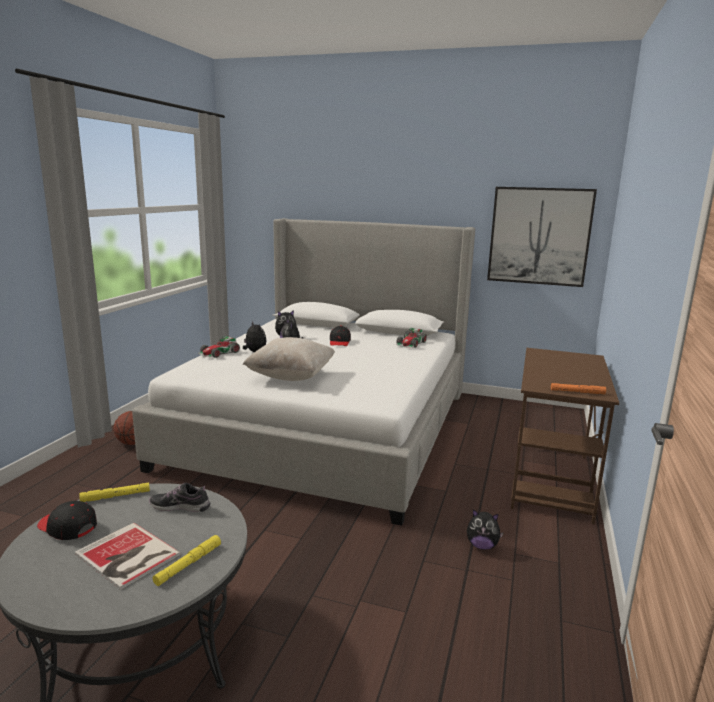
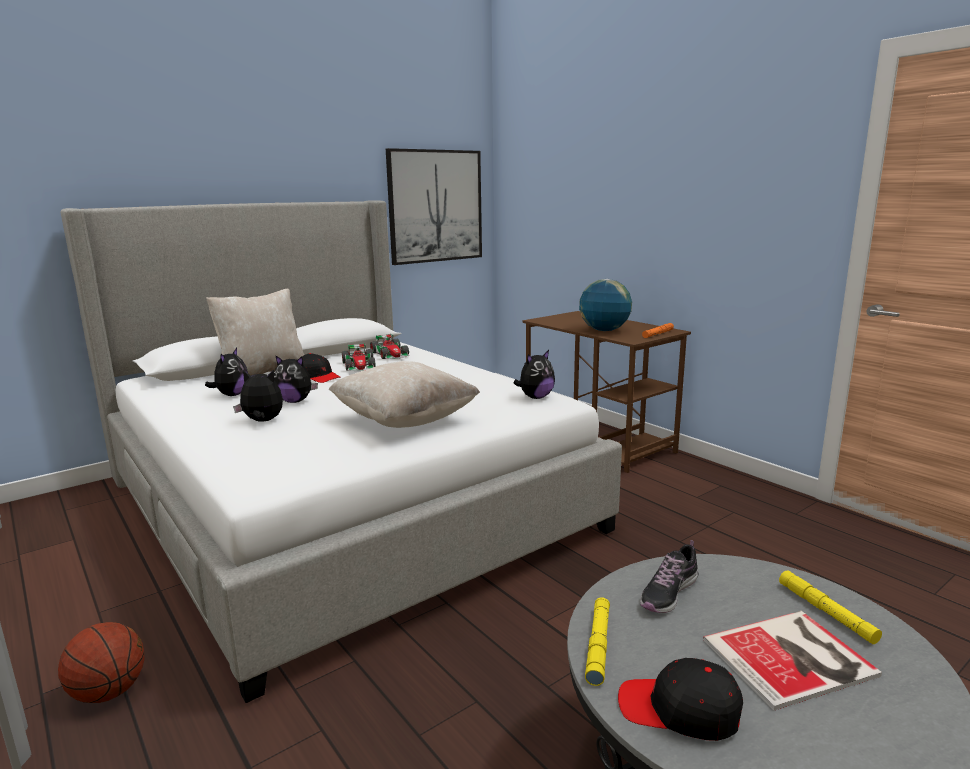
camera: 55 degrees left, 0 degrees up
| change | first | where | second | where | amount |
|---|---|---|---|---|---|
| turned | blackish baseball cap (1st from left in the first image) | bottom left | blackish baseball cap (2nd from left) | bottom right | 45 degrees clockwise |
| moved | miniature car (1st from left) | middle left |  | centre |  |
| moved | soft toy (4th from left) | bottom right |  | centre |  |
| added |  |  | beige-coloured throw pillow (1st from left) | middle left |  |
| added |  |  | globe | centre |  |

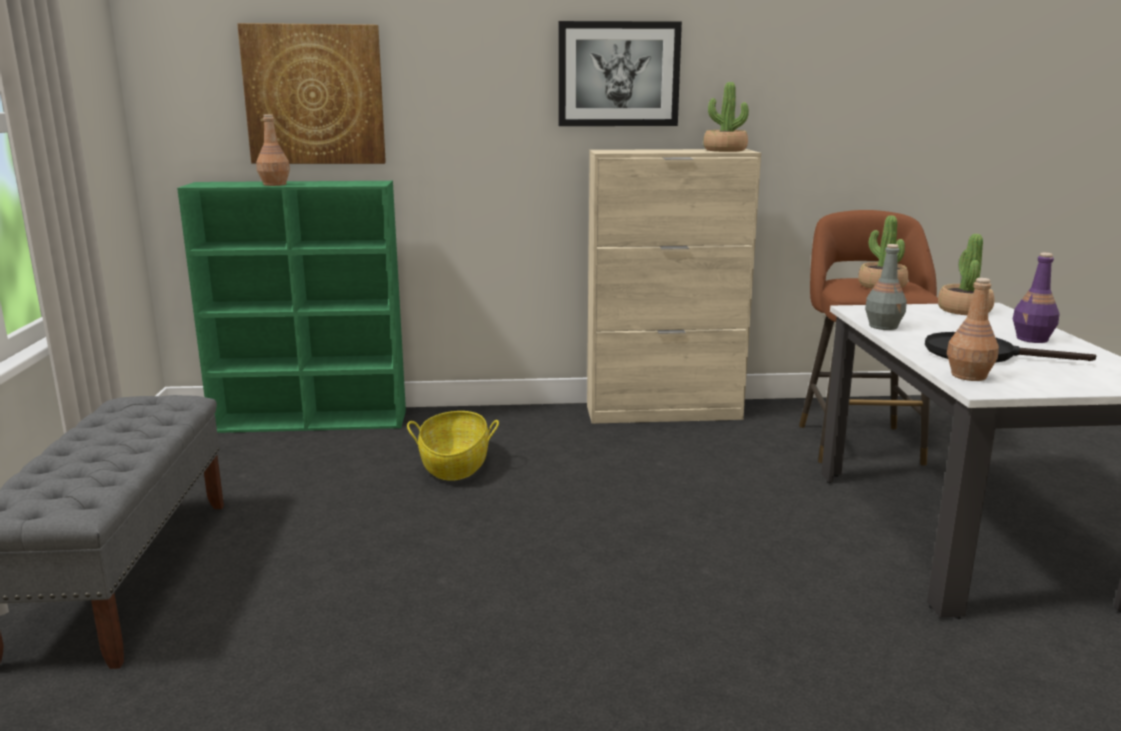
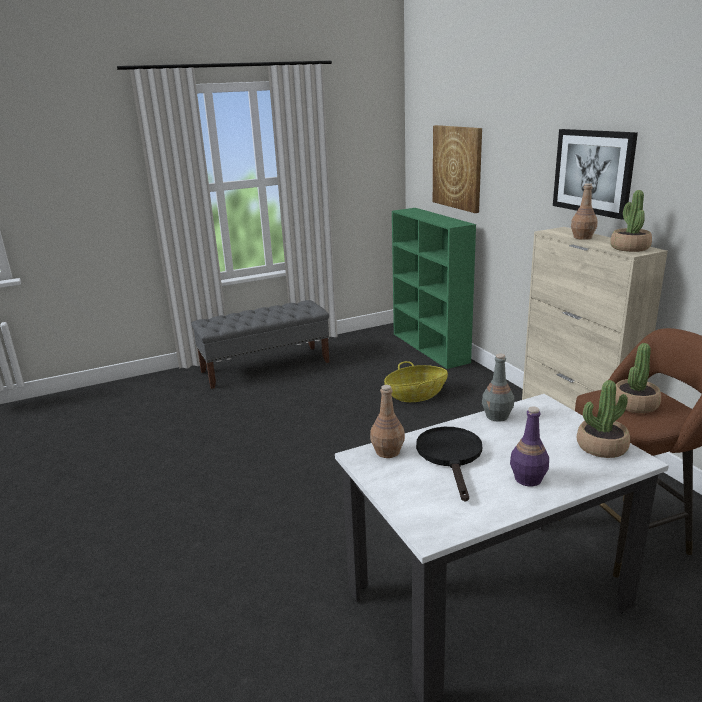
camera: 70 degrees right, 5 degrees up
| change | first | where | second | where | amount |
|---|---|---|---|---|---|
| moved | brown-coloured bottle (1st from left in the first image) | top left | brown-coloured bottle (2nd from left) | top right |  |

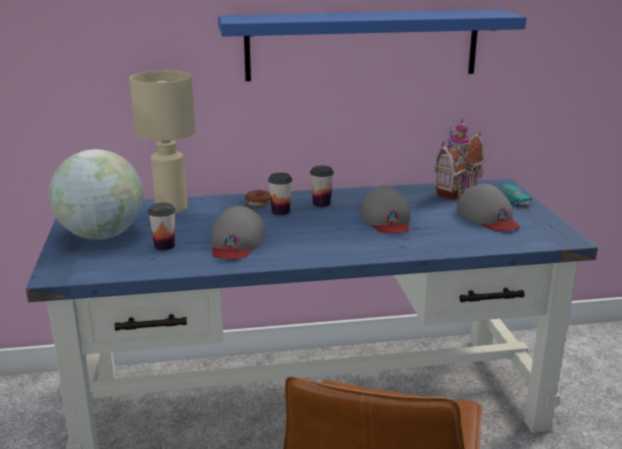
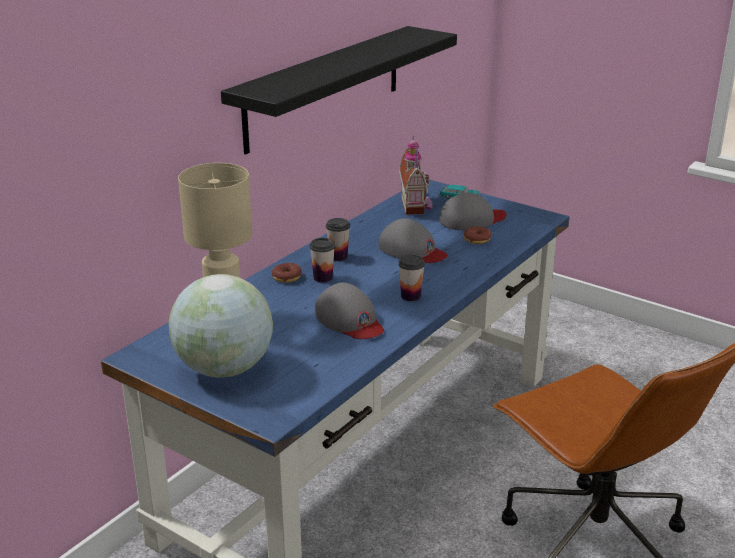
camera: 45 degrees left, 5 degrees up
| change | first | where | second | where | amount |
|---|---|---|---|---|---|
| moved | drinking cup (1st from left in the first image) | middle left | drinking cup (3rd from left) | centre |  |
| recoloured | bluish wall shelf | top centre | blackish wall shelf | top centre |  |
| turned | gray baseball cap (3rd from left) | middle right |  | centre | 45 degrees counterclockwise |
| added |  |  | doughnut (2nd from left) | centre |  |

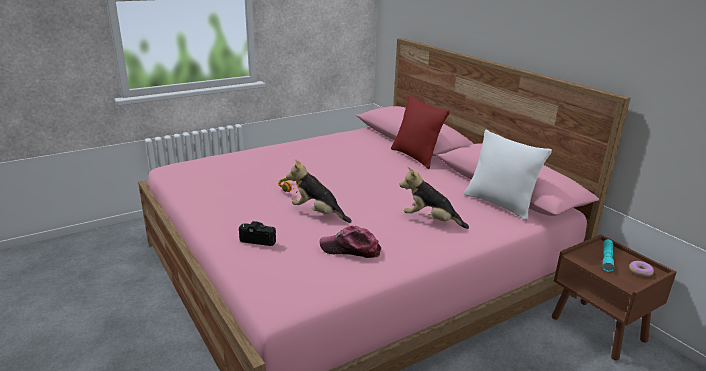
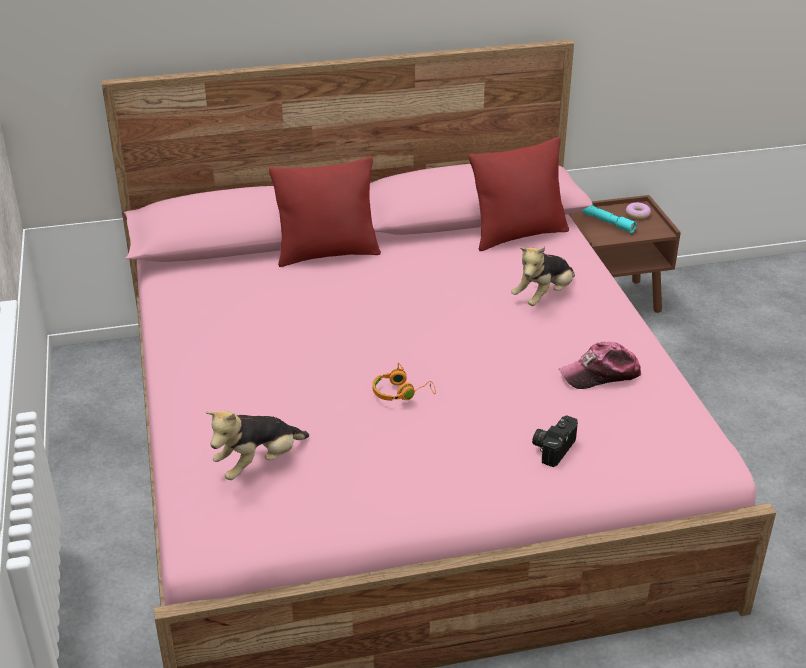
camera: 70 degrees left, 10 degrees up
| change | first | where | second | where | amount |
|---|---|---|---|---|---|
| moved | soft toy (1st from left) | centre |  | middle left |  |
| turned | baseball cap | centre |  | middle right | 45 degrees clockwise |
| recoloured | white throw pillow | middle right | red-coloured throw pillow (2nd from left) | top centre |  |

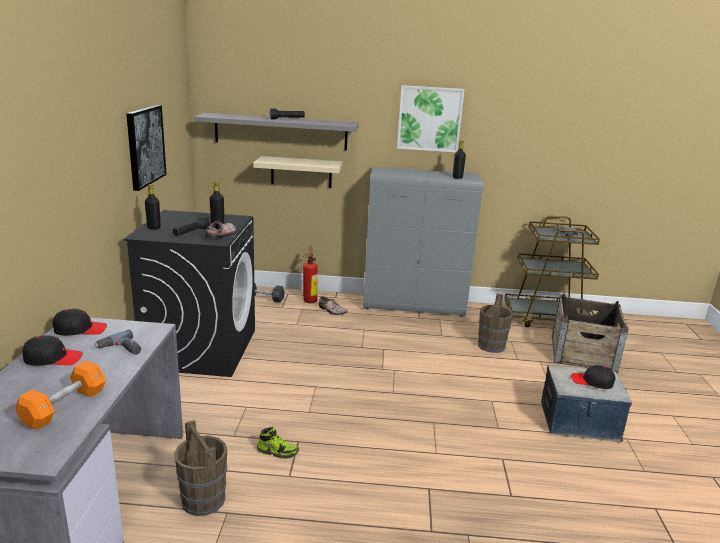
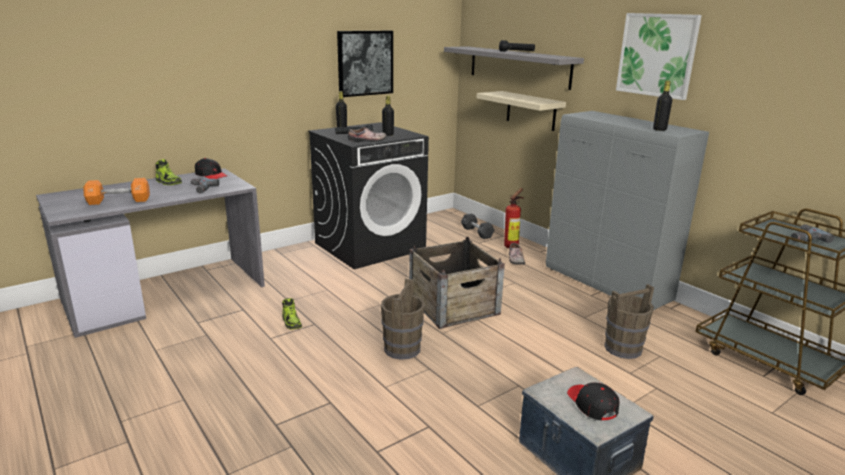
camera: 50 degrees right, 0 degrees up
| change | first | where | second | where | amount |
|---|---|---|---|---|---|
| replaced | blackish baseball cap (1st from left) | middle left | item of footwear (1st from left) | middle left |  |
| moved | brown-coloured water bucket (1st from left) | bottom left |  | bottom centre |  |
| moved | shipping crate | middle right |  | centre |  |

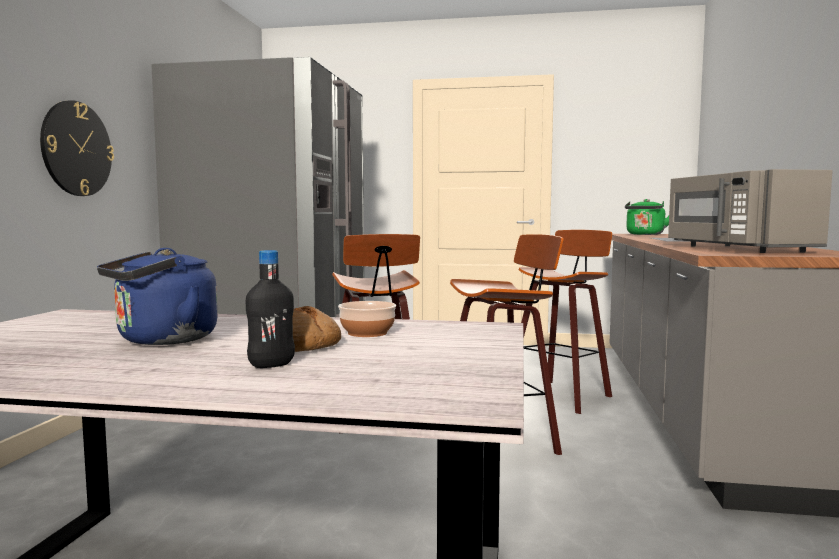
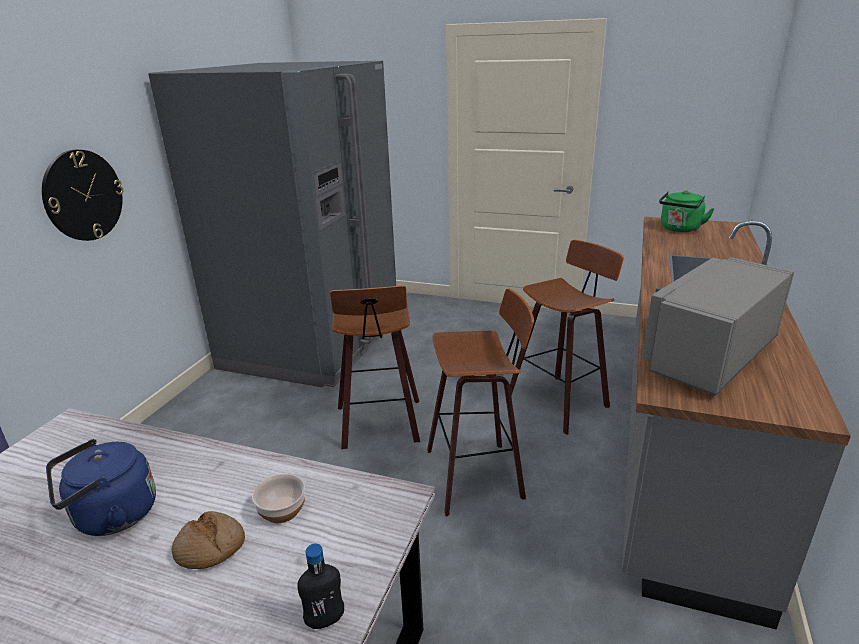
camera: 10 degrees right, 20 degrees up
| change | first | where | second | where | amount |
|---|---|---|---|---|---|
| moved | blackish bottle | middle left |  | bottom centre |  |
| turned | gray kitchen microwave | middle right |  | middle right | 45 degrees clockwise |

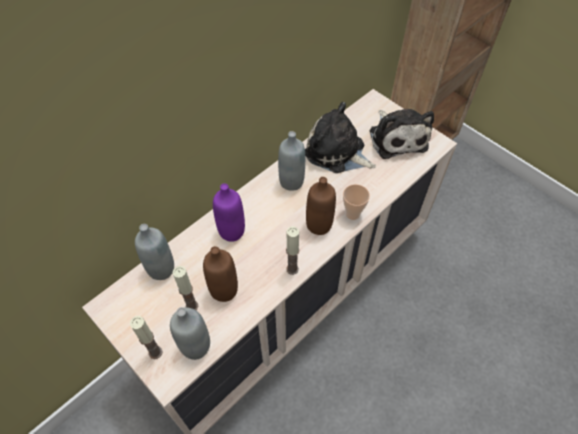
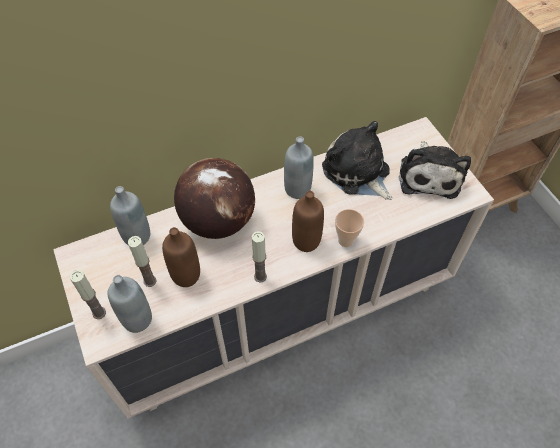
camera: 20 degrees right, 0 degrees up
| change | first | where | second | where | amount |
|---|---|---|---|---|---|
| replaced | purple bottle | centre | globe | centre |  |

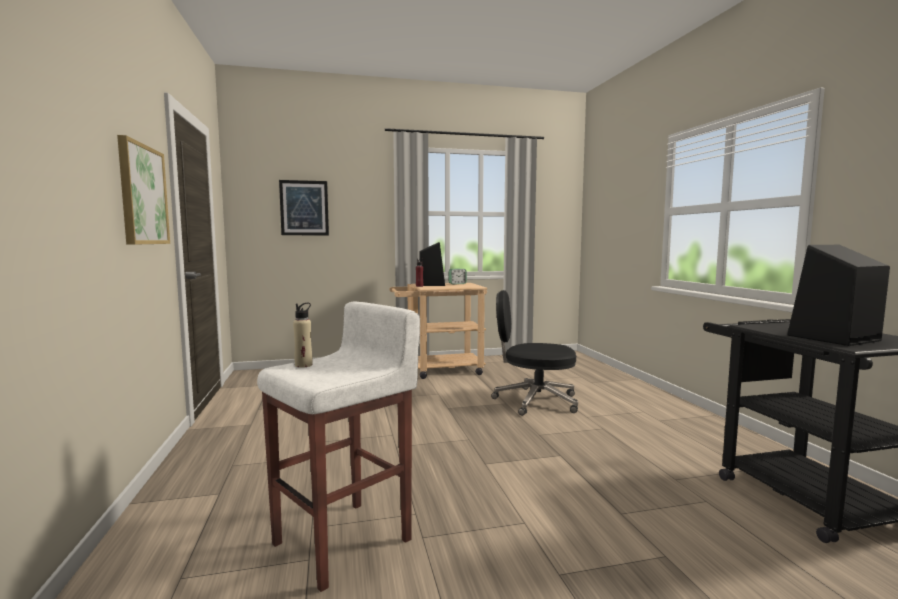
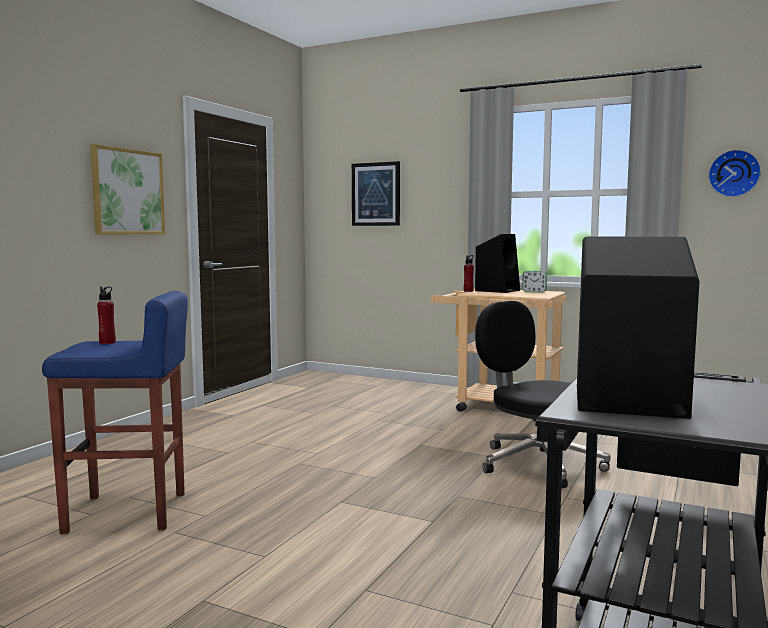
camera: 40 degrees right, 0 degrees up
| change | first | where | second | where | amount |
|---|---|---|---|---|---|
| recoloured | white sitting stool | bottom centre | bluish sitting stool | middle left |  |
| recoloured | beige-coloured bottle | centre | red-coloured bottle (1st from left) | middle left |  |
| added |  |  | clock on the wall | top right |  |

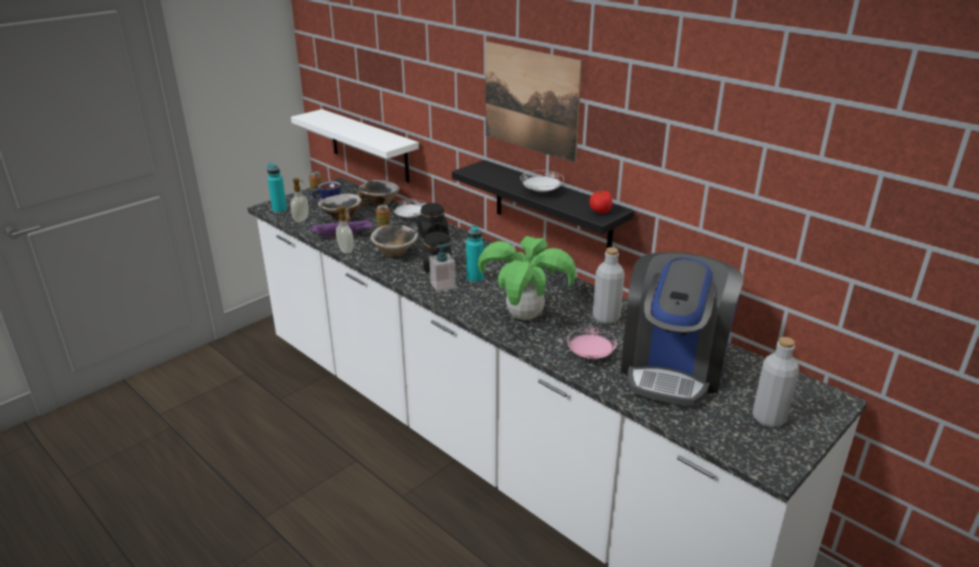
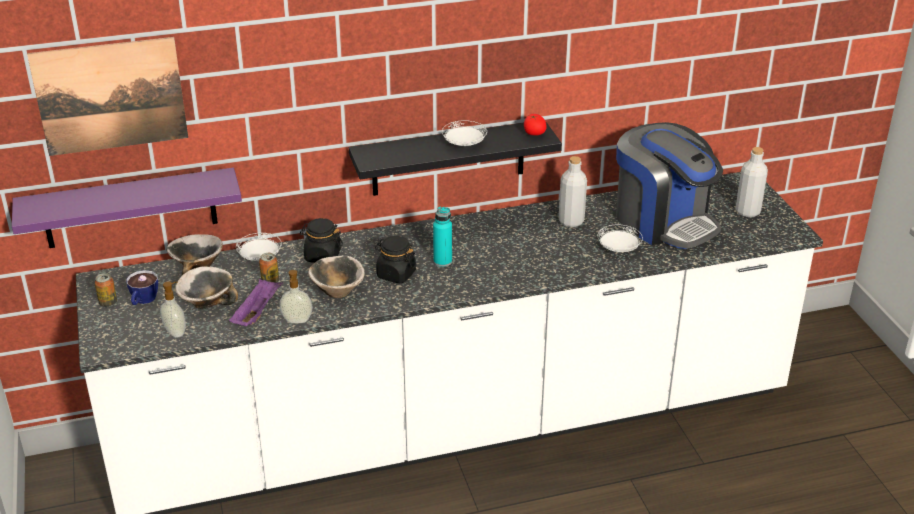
camera: 60 degrees left, 5 degrees up
| change | first | where | second | where | amount |
|---|---|---|---|---|---|
| removed | blue-green bottle (1st from left) | top left |  |  |  |
| recoloured | white wall shelf | top centre | purple wall shelf | middle left |  |
| removed | soap bottle (3rd from left) | centre |  |  |  |
| removed | potted plant | centre |  |  |  |
| moved | wall picture | top centre |  | top left |  |
| recoloured | pinkish flat dish | centre | white flat dish (3rd from left) | middle right |  |

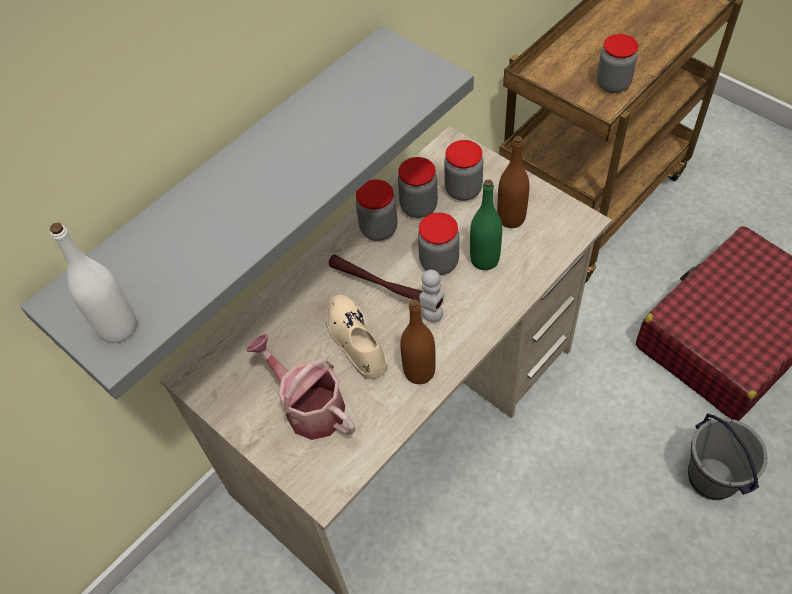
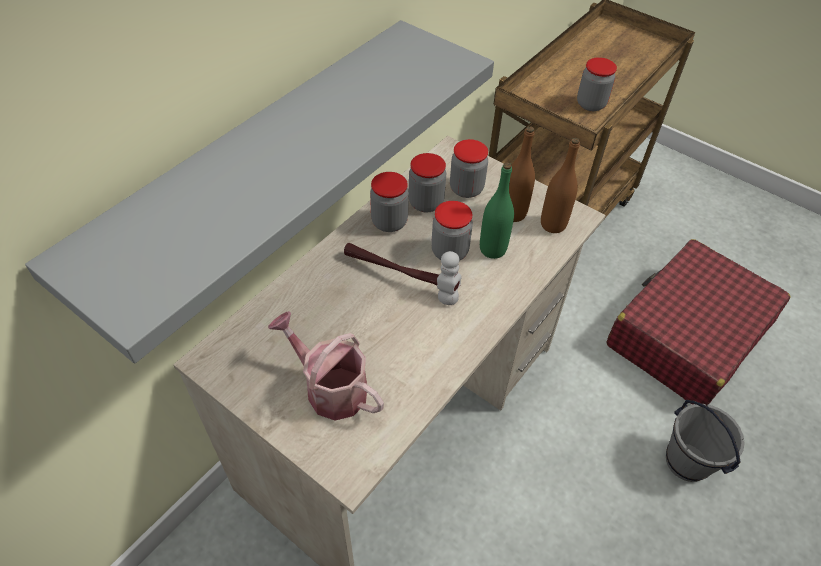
camera: 10 degrees left, 5 degrees down
| change | first | where | second | where | amount |
|---|---|---|---|---|---|
| removed | white bottle | middle left |  |  |  |
| removed | beige-coloured item of footwear | centre |  |  |  |
| moved | brown-coloured bottle (1st from left in the first image) | centre | brown-coloured bottle (2nd from left) | top right |  |

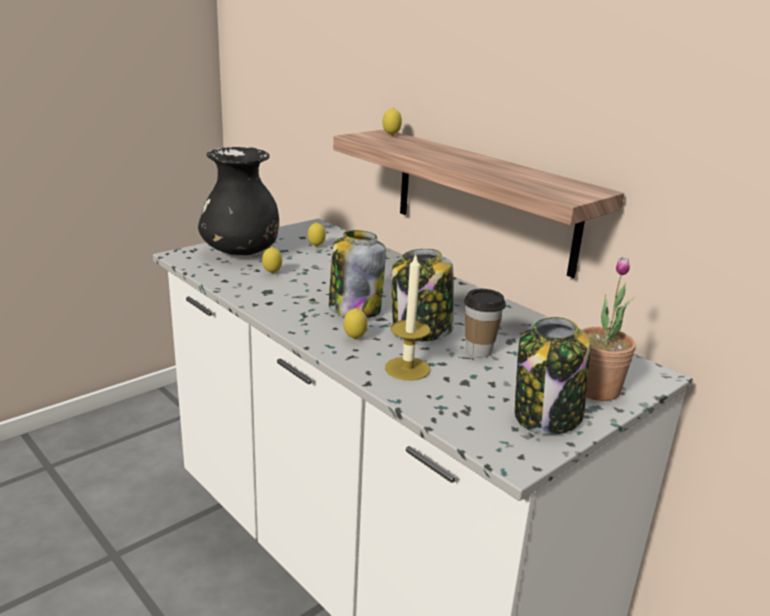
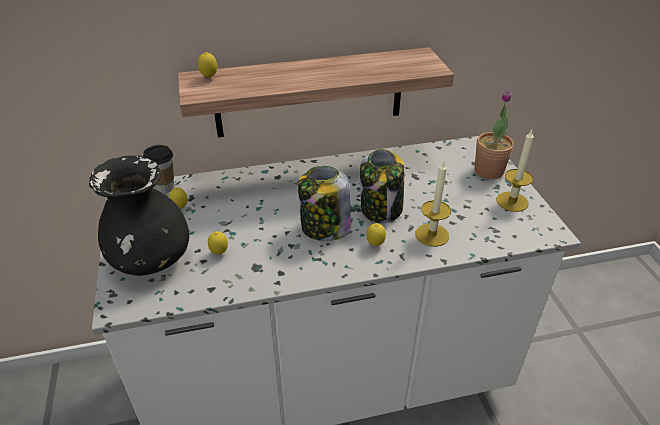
camera: 60 degrees left, 15 degrees up
| change | first | where | second | where | amount |
|---|---|---|---|---|---|
| moved | drinking cup | centre |  | middle left |  |
| replaced | preserve jar (3rd from left) | middle right | candle (2nd from left) | middle right |  |

